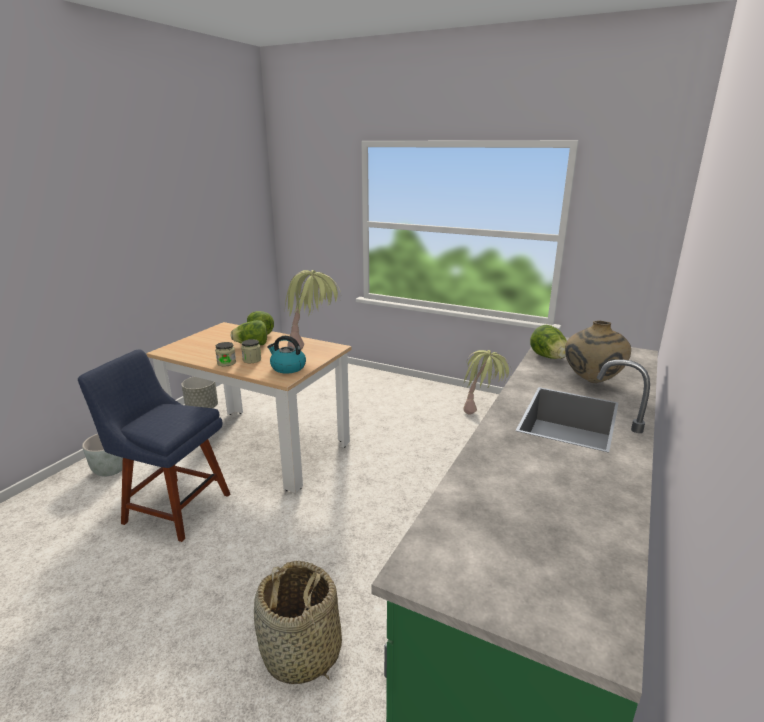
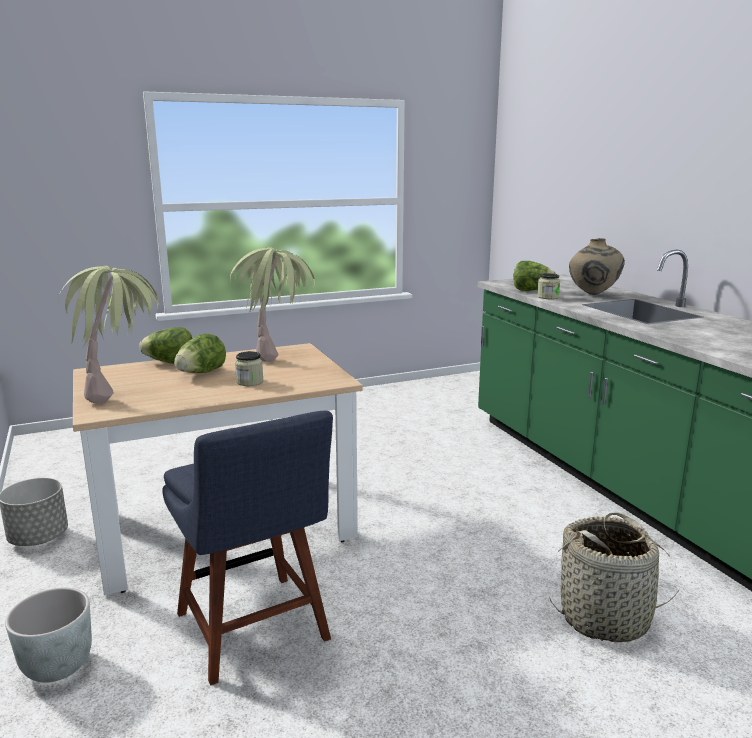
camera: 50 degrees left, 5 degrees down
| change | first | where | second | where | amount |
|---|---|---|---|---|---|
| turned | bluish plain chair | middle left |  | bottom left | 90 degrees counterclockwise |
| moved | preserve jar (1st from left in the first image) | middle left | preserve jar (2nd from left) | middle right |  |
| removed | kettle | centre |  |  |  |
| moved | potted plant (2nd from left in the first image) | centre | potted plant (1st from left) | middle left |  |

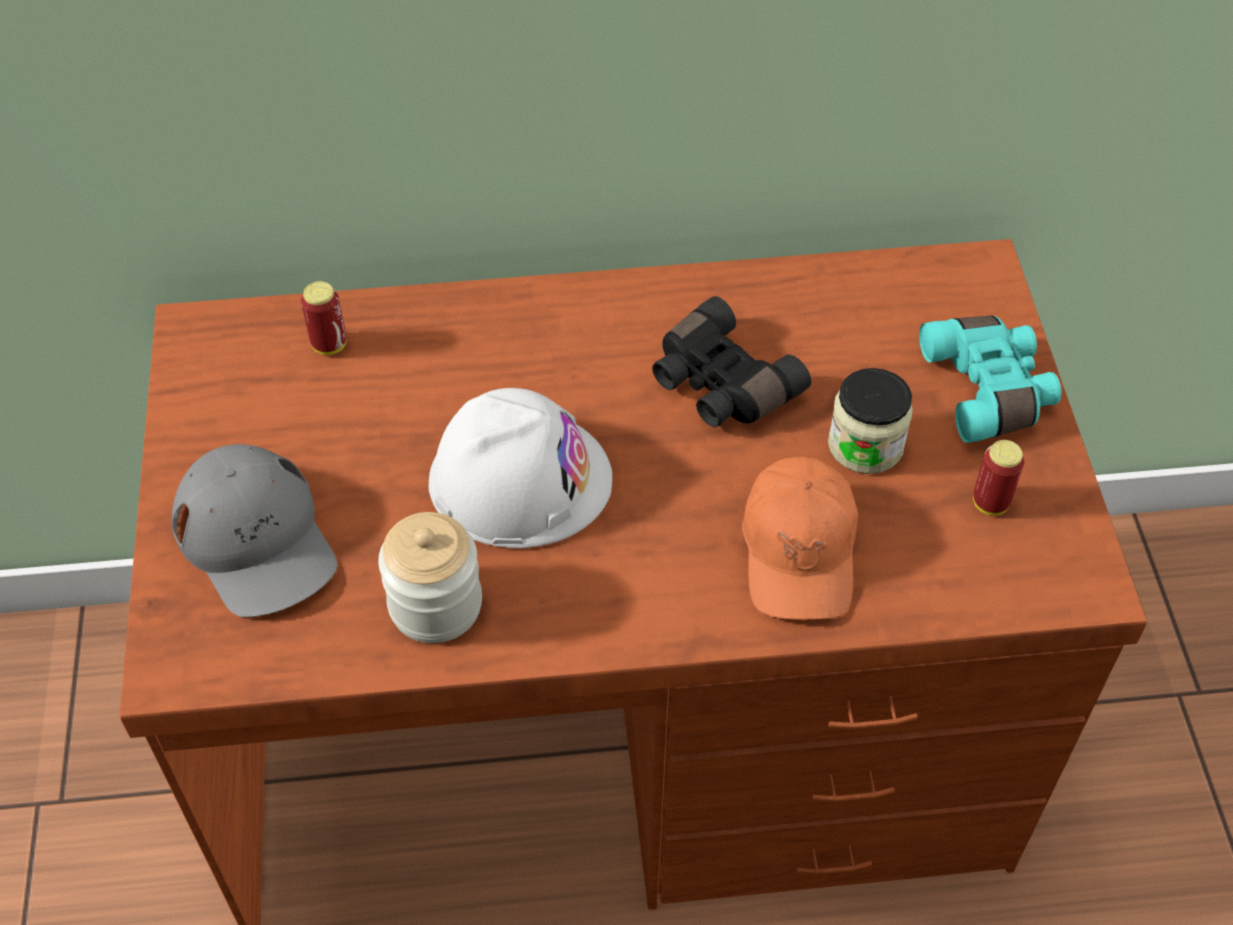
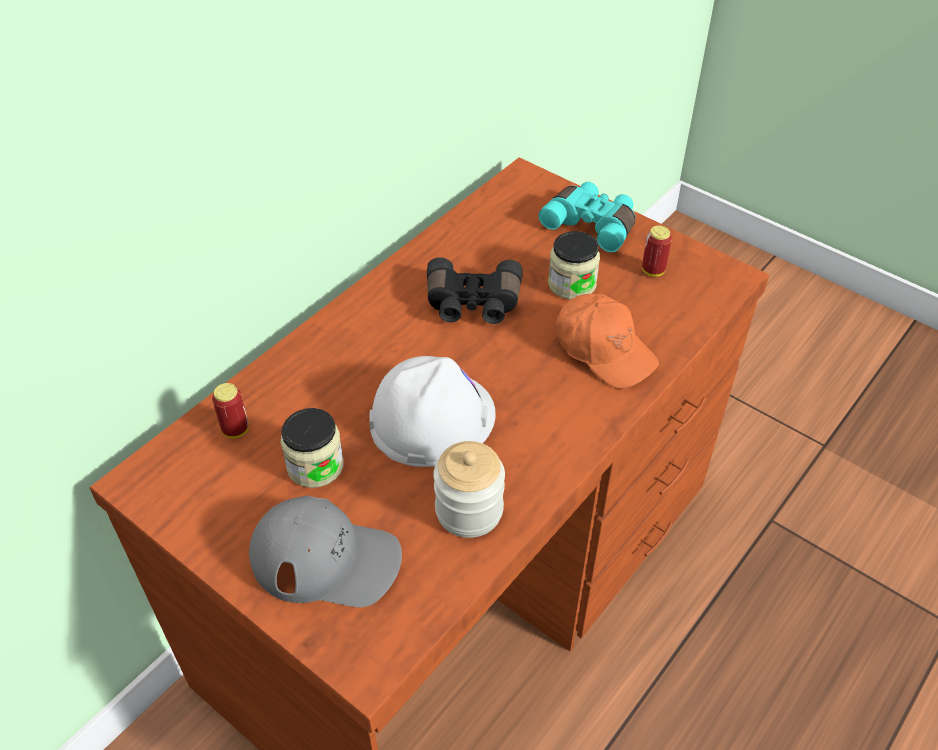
camera: 45 degrees left, 5 degrees down
| change | first | where | second | where | amount |
|---|---|---|---|---|---|
| added |  |  | preserve jar (1st from left) | middle left |  |

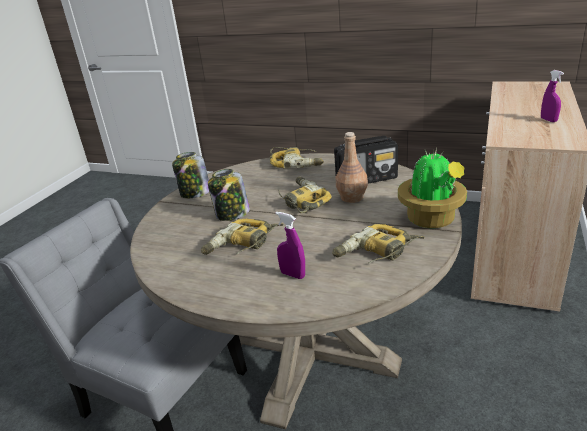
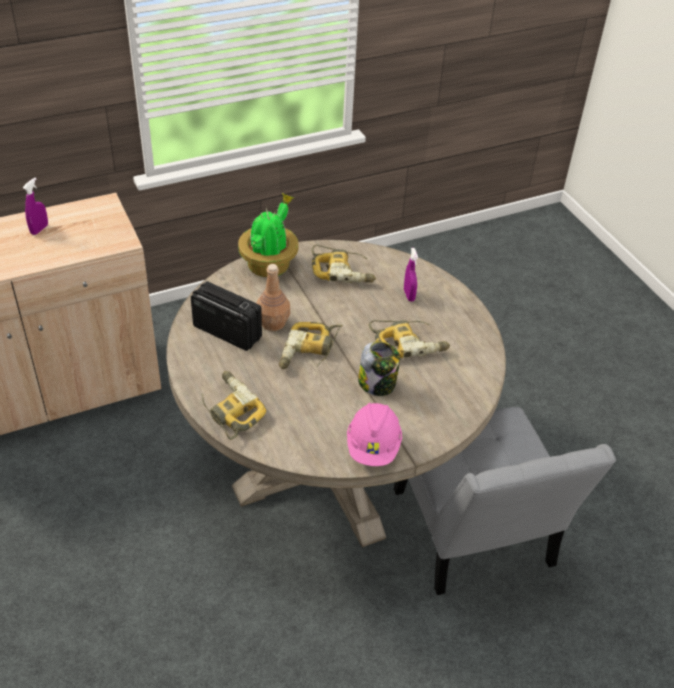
camera: 140 degrees left, 15 degrees up
| change | first | where | second | where | amount |
|---|---|---|---|---|---|
| replaced | preserve jar (1st from left) | middle left | pinkish work helmet | centre |  |

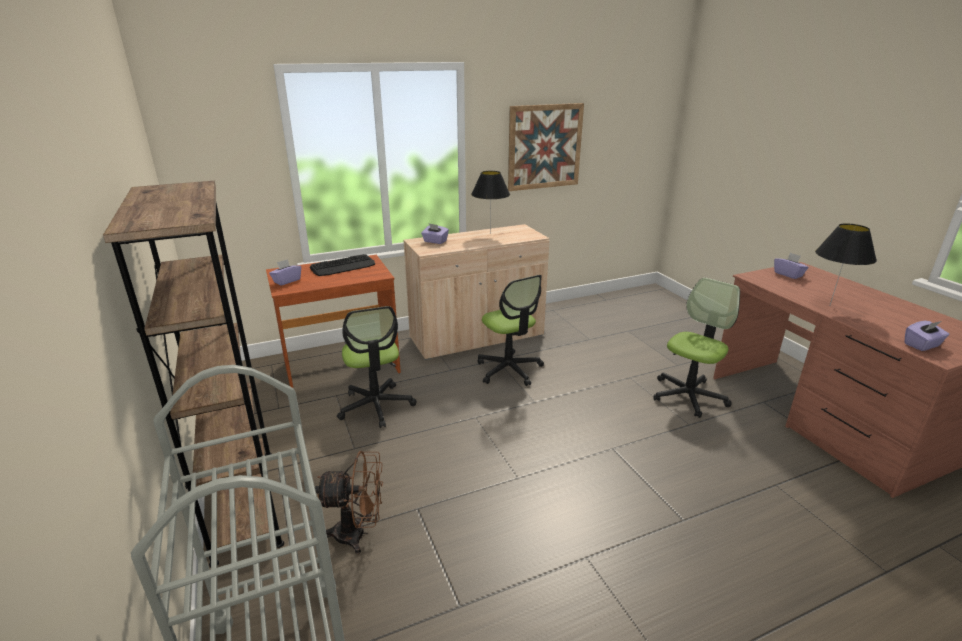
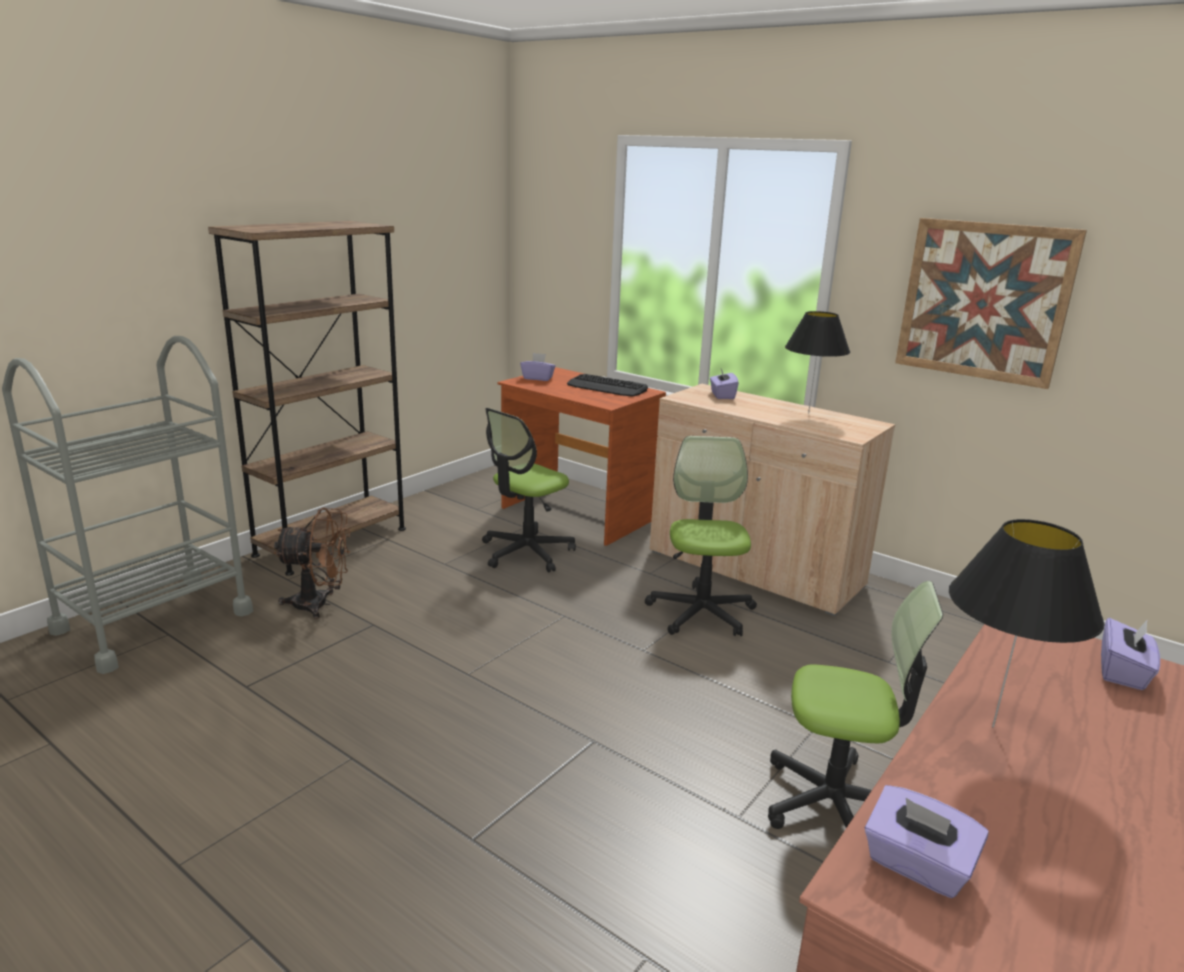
camera: 60 degrees right, 5 degrees down
| change | first | where | second | where | amount |
|---|---|---|---|---|---|
| turned | brown-coloured electric fan | bottom centre |  | middle left | 60 degrees counterclockwise |
| turned | computer chair (2nd from left) | centre |  | centre | 150 degrees clockwise |

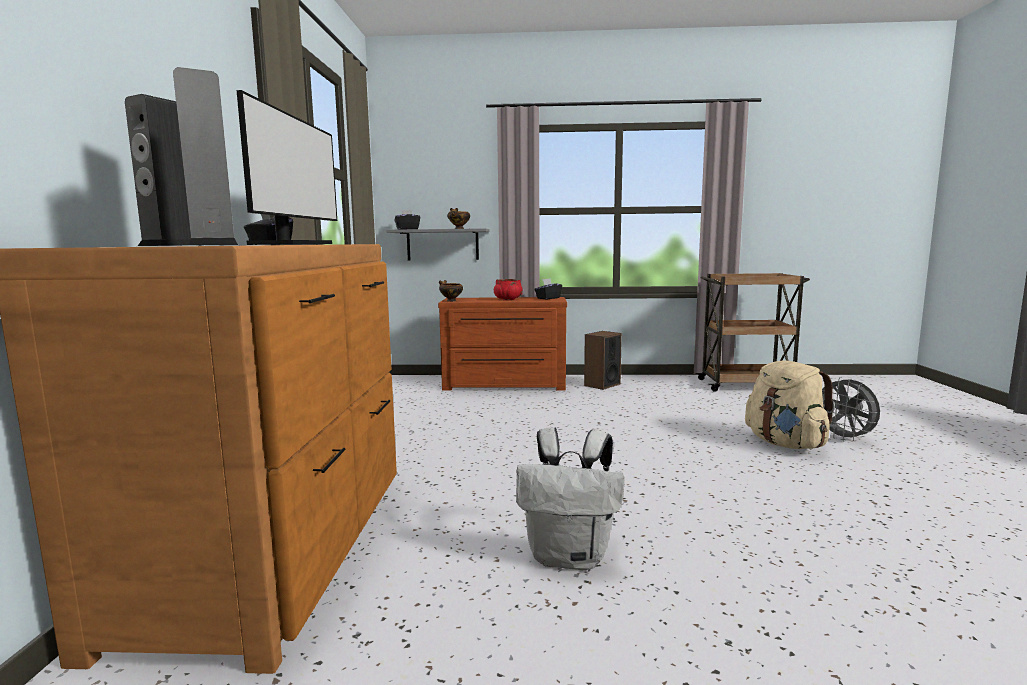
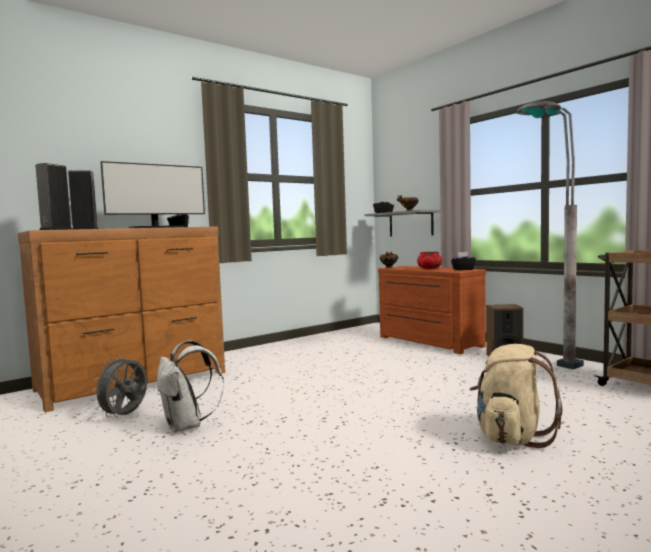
camera: 50 degrees right, 5 degrees down
| change | first | where | second | where | amount |
|---|---|---|---|---|---|
| moved | gray electric fan | middle right |  | bottom left |  |
| added |  |  | gray floor lamp | middle right |  |

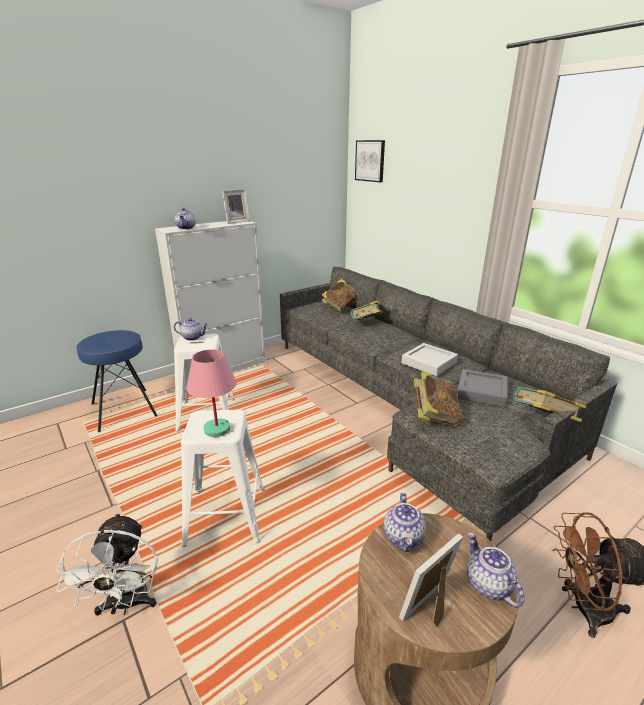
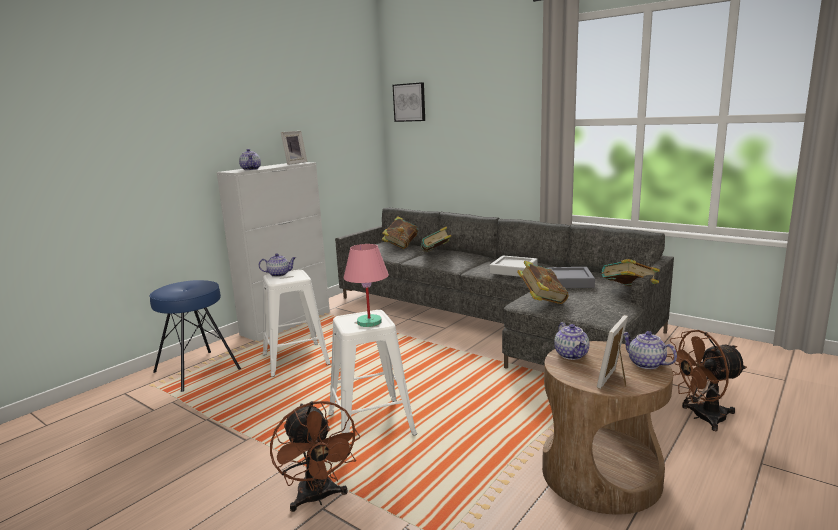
camera: 15 degrees left, 10 degrees down
| change | first | where | second | where | amount |
|---|---|---|---|---|---|
| recoloured | white electric fan | bottom left | brown-coloured electric fan (1st from left) | bottom centre |  |

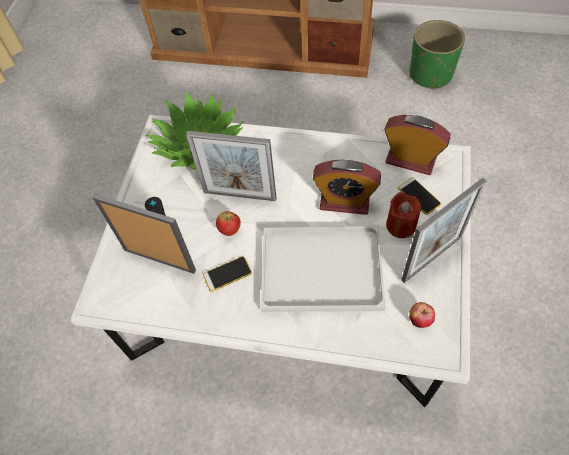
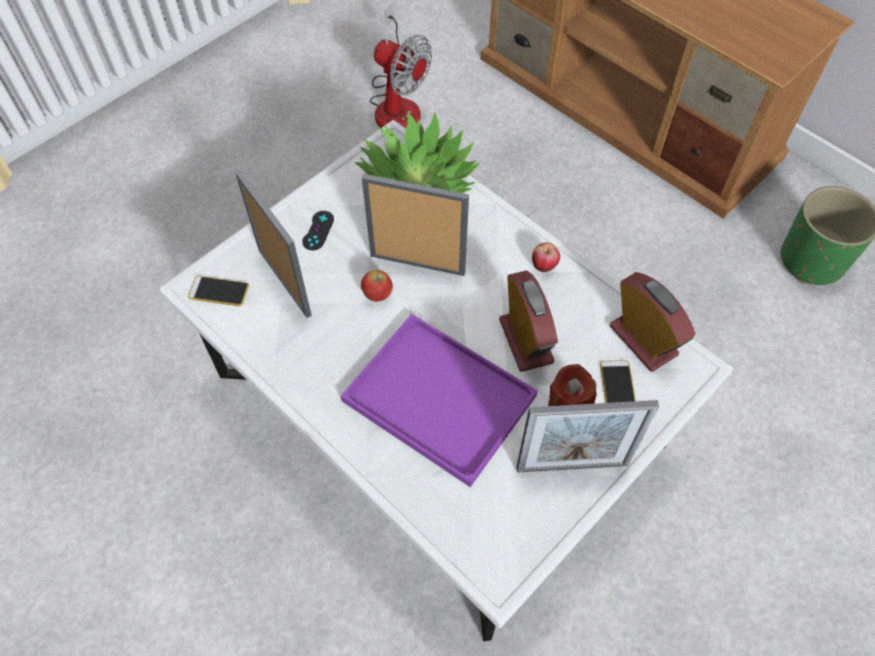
camera: 30 degrees right, 0 degrees up
| change | first | where | second | where | amount |
|---|---|---|---|---|---|
| turned | standing frame (2nd from left) | centre |  | centre | 150 degrees clockwise |
| moved | handset (1st from left) | centre |  | middle left |  |
| recoloured | white serving tray | centre | purple serving tray | centre |  |
| turned | bedside clock (1st from left) | centre |  | centre | 150 degrees counterclockwise |
| moved | apple fruit (2nd from left) | bottom right |  | centre |  |
| added |  |  | electric fan | top centre |  |

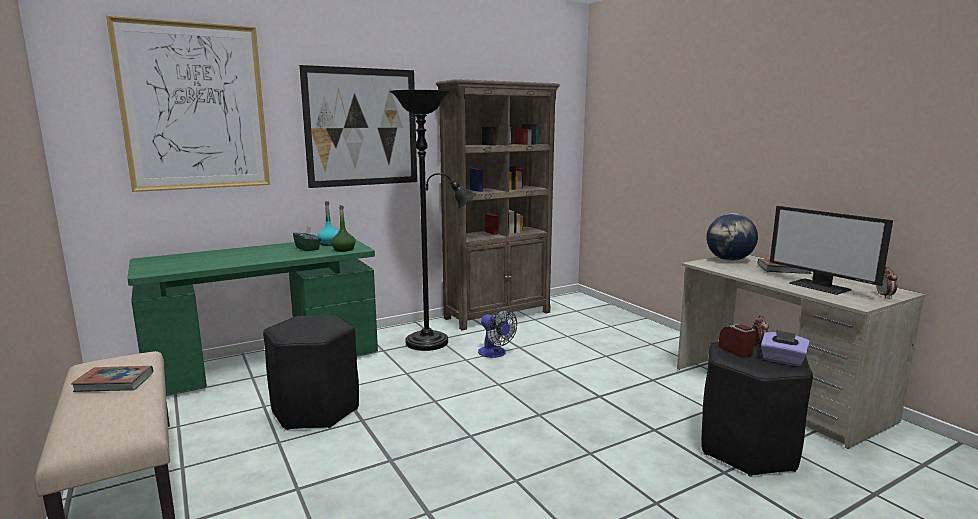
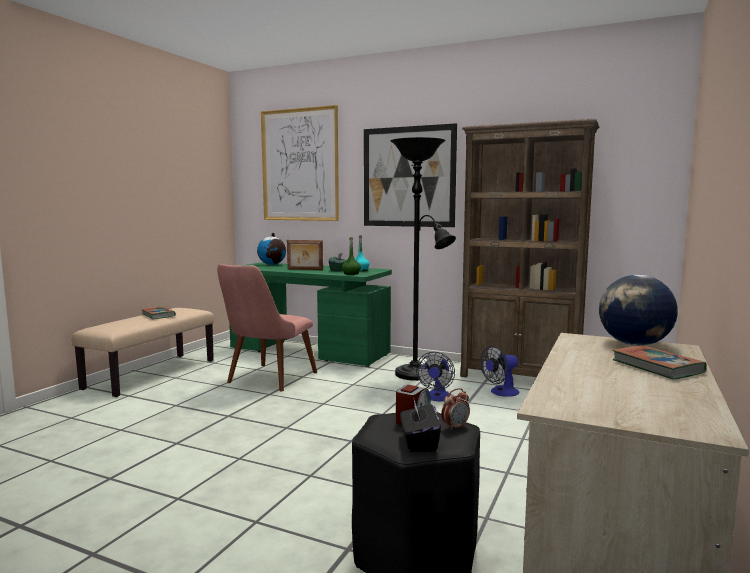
camera: 55 degrees right, 5 degrees down
| change | first | where | second | where | amount |
|---|---|---|---|---|---|
| replaced | blackish sitting stool (1st from left) | bottom left | pinkish plain chair | centre |  |
| recoloured | purple tissue holder | bottom right | blackish tissue holder | bottom centre |  |
| removed | computer screen | middle right |  |  |  |
| removed | bedside clock (3rd from left) | middle right |  |  |  |
| added |  |  | globe (1st from left) | centre |  |
| added |  |  | standing frame | centre |  |
| added |  |  | electric fan (2nd from left) | middle right |  |

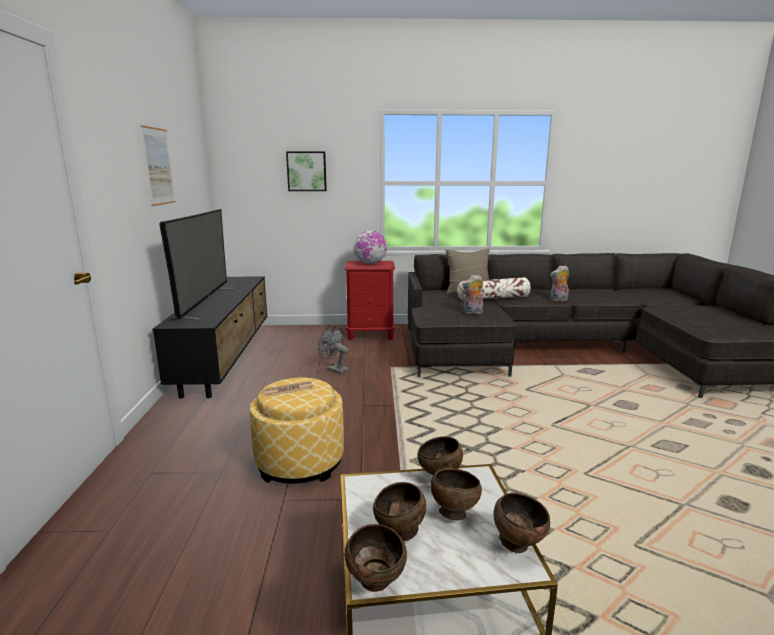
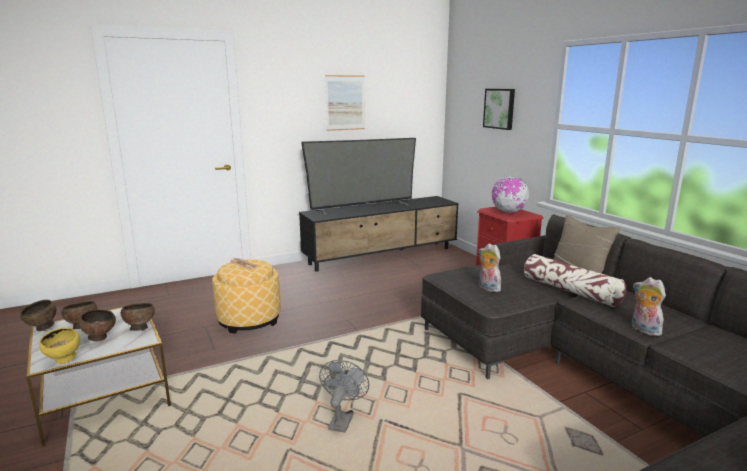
camera: 65 degrees right, 0 degrees up
| change | first | where | second | where | amount |
|---|---|---|---|---|---|
| moved | gray electric fan | centre |  | bottom centre |  |
| recoloured | brown-coloured deep dish (5th from left) | bottom right | yellow deep dish | bottom left |  |

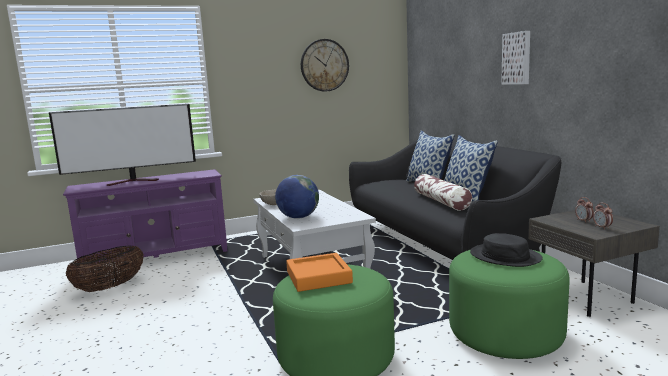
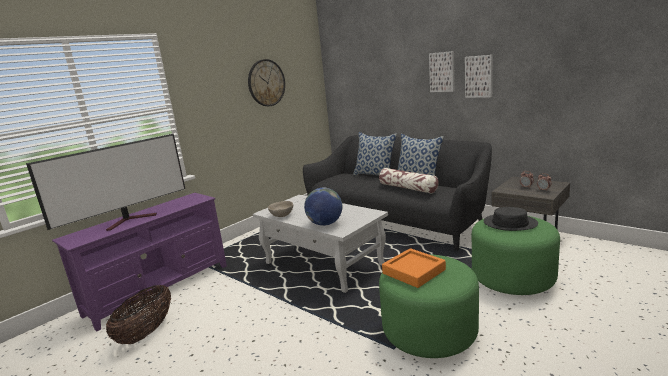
camera: 25 degrees left, 5 degrees up
| change | first | where | second | where | amount |
|---|---|---|---|---|---|
| added |  |  | wall picture (2nd from left) | top right |  |

